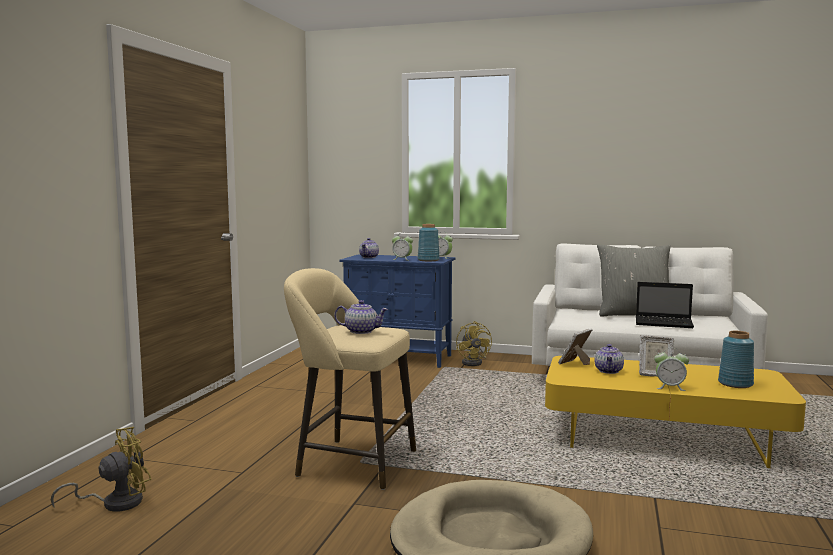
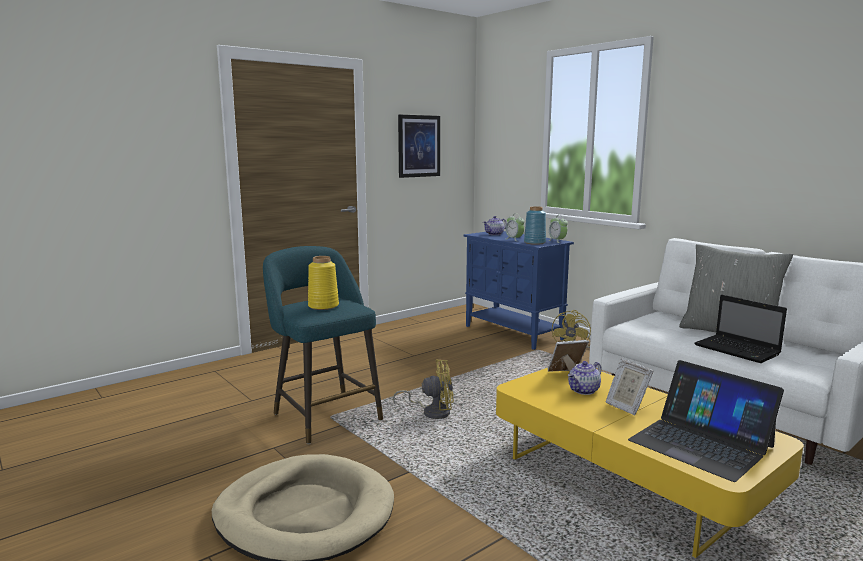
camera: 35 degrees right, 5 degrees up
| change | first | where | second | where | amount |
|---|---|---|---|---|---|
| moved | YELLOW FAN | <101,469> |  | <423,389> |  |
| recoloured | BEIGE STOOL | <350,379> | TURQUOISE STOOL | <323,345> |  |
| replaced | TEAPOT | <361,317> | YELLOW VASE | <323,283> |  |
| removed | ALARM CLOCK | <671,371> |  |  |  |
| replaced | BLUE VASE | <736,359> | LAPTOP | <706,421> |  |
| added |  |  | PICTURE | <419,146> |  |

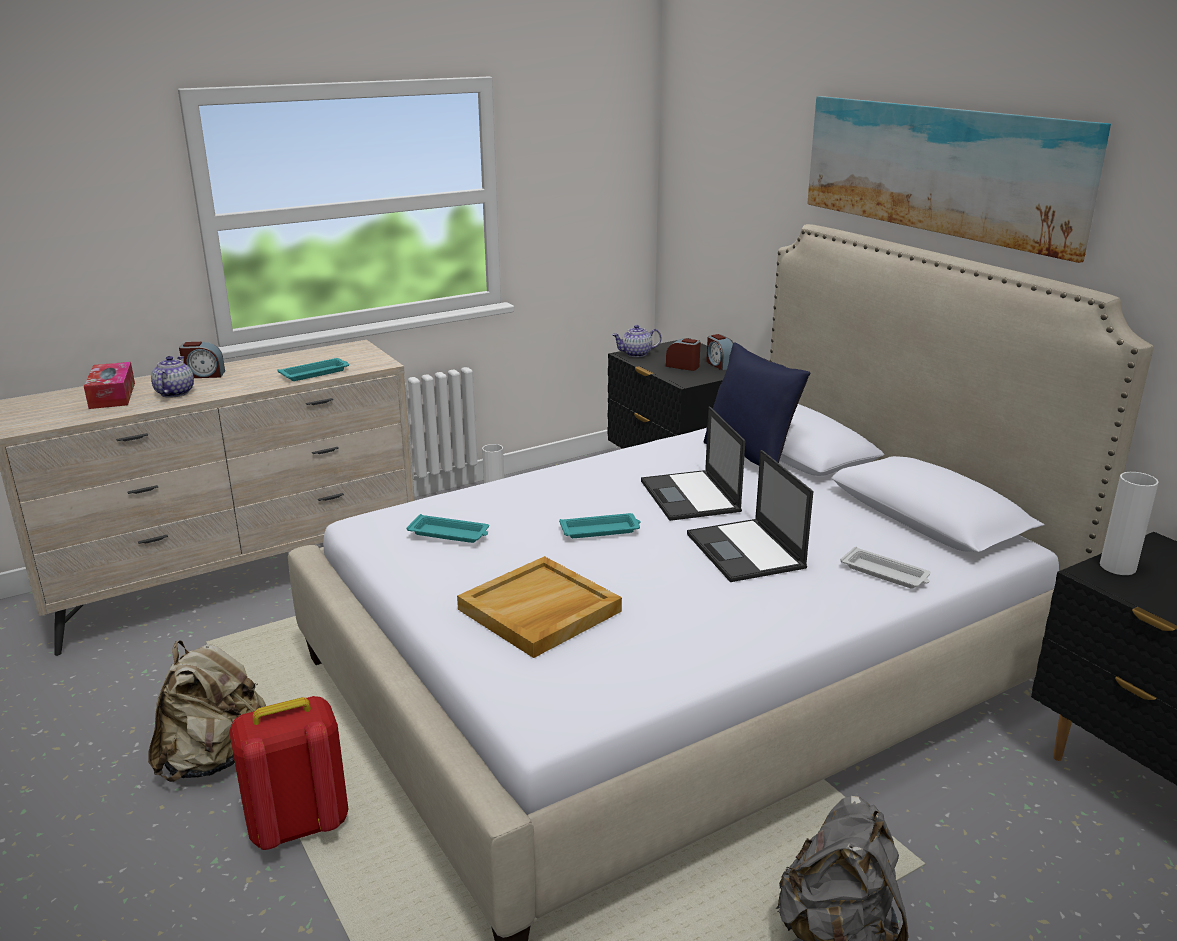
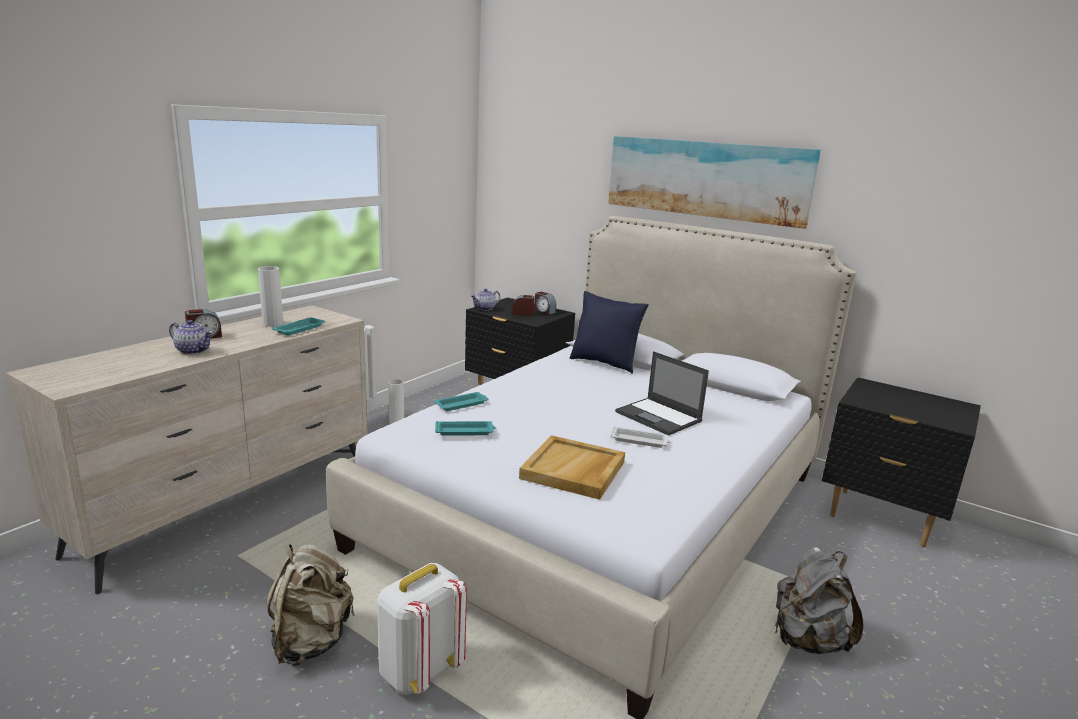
camera: 25 degrees left, 5 degrees down
| change | first | where | second | where | amount |
|---|---|---|---|---|---|
| removed | TISSUE BOX | <109,385> |  |  |  |
| turned | TEAPOT | <172,377> |  | <191,337> | 135 degrees clockwise |
| recoloured | RED BACKPACK | <288,773> | WHITE BACKPACK | <422,629> |  |
| moved | TURQUOISE TRAY | <600,525> |  | <461,401> |  |
| removed | LAPTOP | <693,463> |  |  |  |
| moved | WHITE TRAY | <885,567> |  | <640,437> |  |
| moved | WHITE VASE | <1129,523> |  | <270,296> |  |

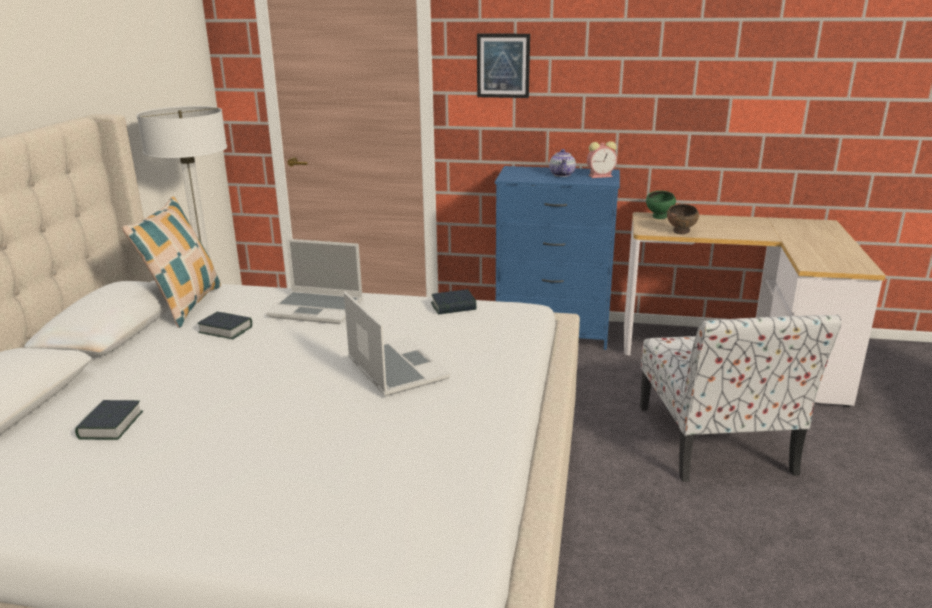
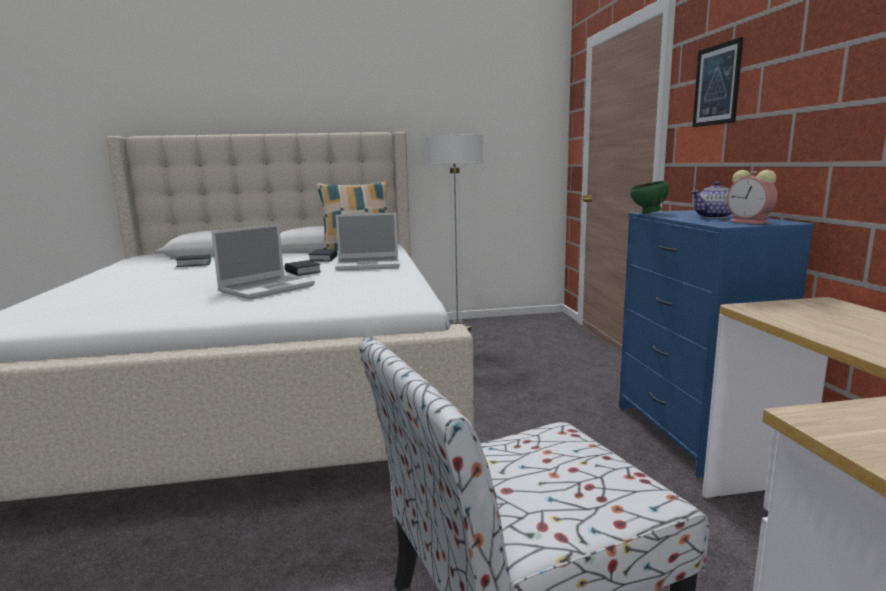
camera: 70 degrees right, 10 degrees down
| change | first | where | second | where | amount |
|---|---|---|---|---|---|
| turned | LAPTOP | <314,281> |  | <367,242> | 90 degrees counterclockwise |
| moved | BOOK | <454,302> |  | <303,268> |  |
| moved | GREEN BOWL | <661,205> |  | <649,197> |  |
| removed | BROWN BOWL | <683,219> |  |  |  |

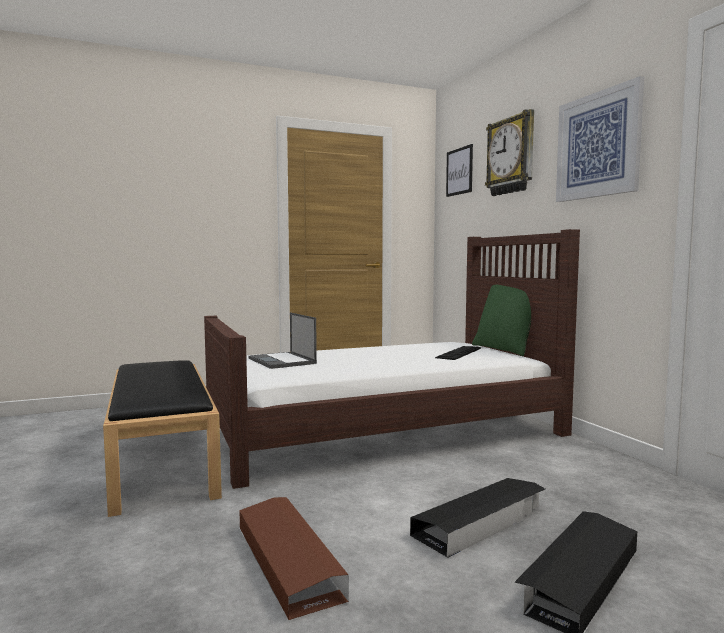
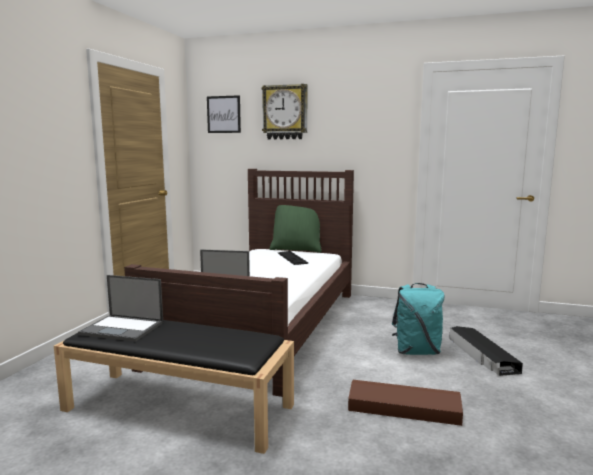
camera: 50 degrees left, 5 degrees up
| change | first | where | second | where | amount |
|---|---|---|---|---|---|
| replaced | BLACK STORAGE BOX | <477,518> | TURQUOISE BACKPACK | <418,319> |  |
| removed | PICTURE | <600,139> |  |  |  |
| added |  |  | LAPTOP | <120,308> |  |

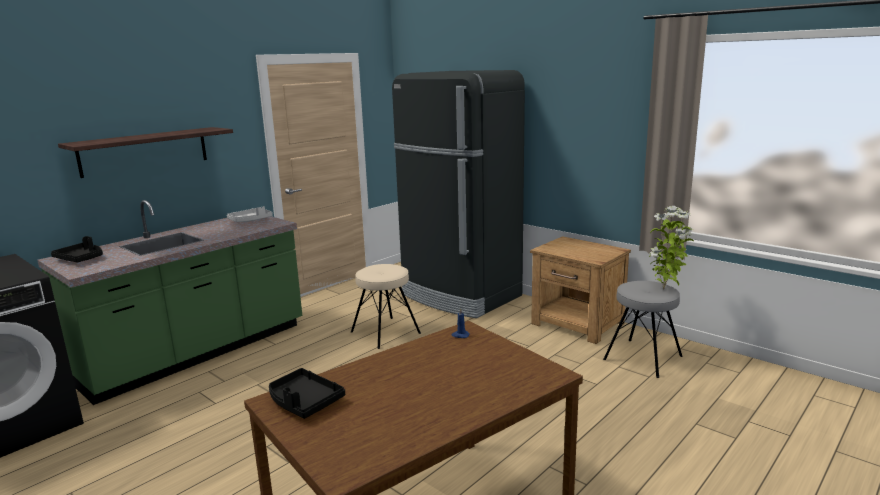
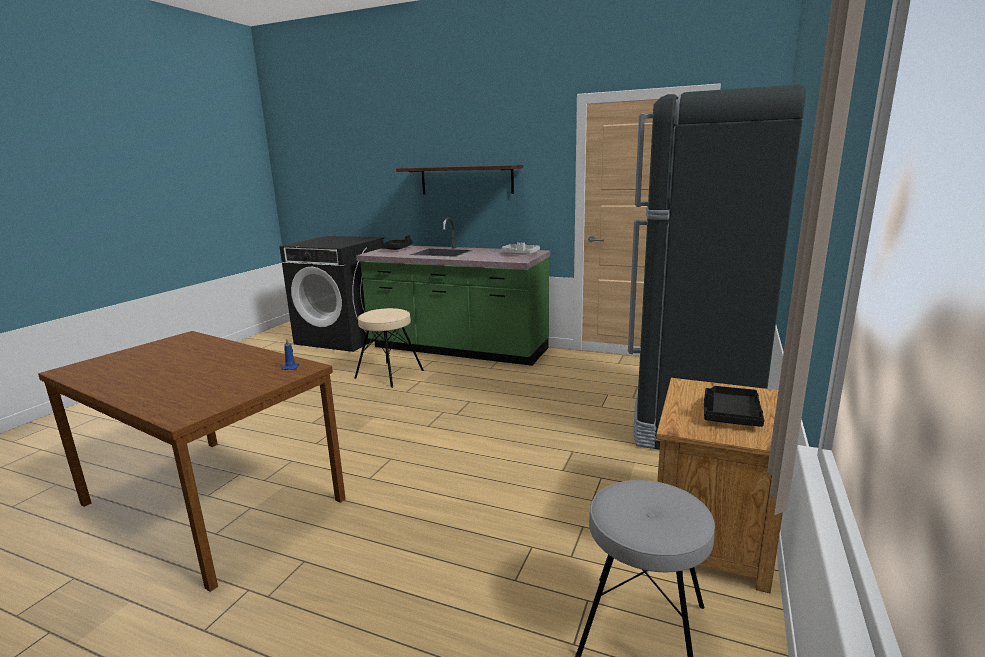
camera: 70 degrees right, 0 degrees up
| change | first | where | second | where | amount |
|---|---|---|---|---|---|
| moved | BLACK TRAY | <307,393> |  | <734,406> |  |
| moved | BEIGE STOOL | <386,306> |  | <389,348> |  |
| removed | POTTED PLANT | <671,248> |  |  |  |

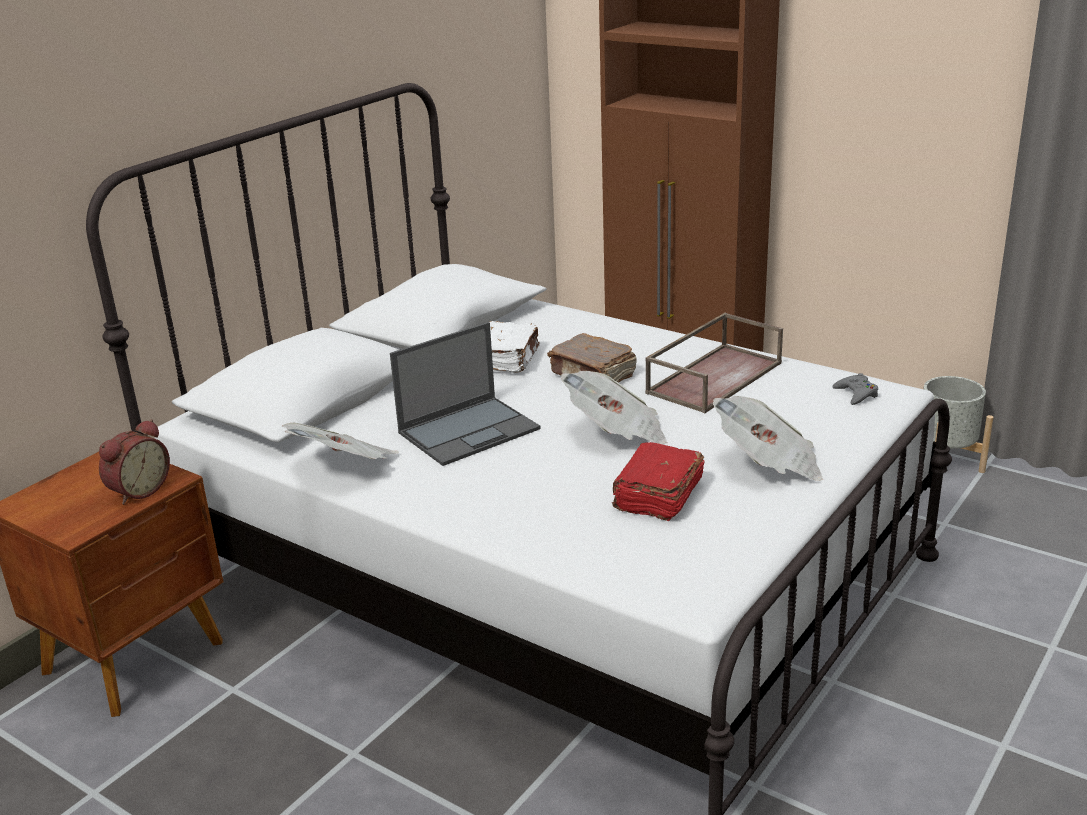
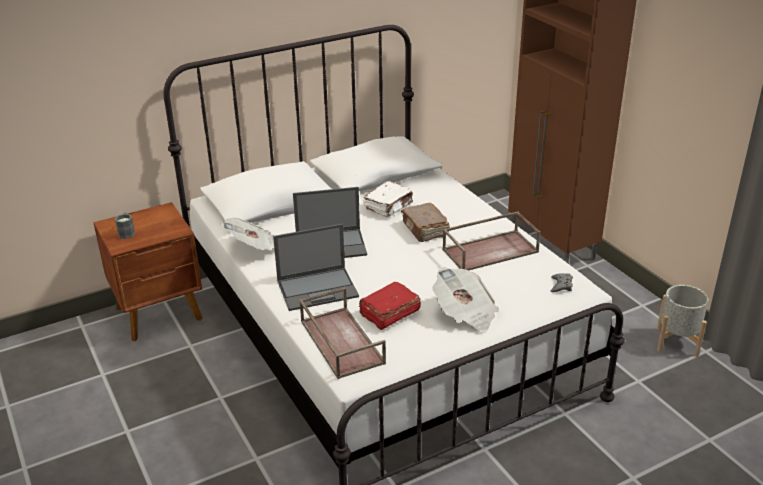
camera: 25 degrees right, 5 degrees up
| change | first | where | second | where | amount |
|---|---|---|---|---|---|
| removed | ALARM CLOCK | <134,462> |  |  |  |
| removed | NEWSPAPER | <614,407> |  |  |  |
| added |  |  | GREY MUG | <125,225> |  |
| added |  |  | LAPTOP | <316,267> |  |
| added |  |  | BROWN TRAY | <342,333> |  |

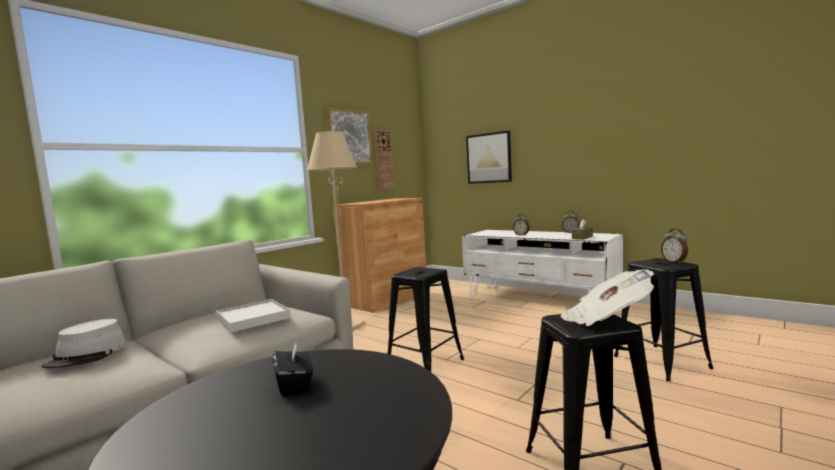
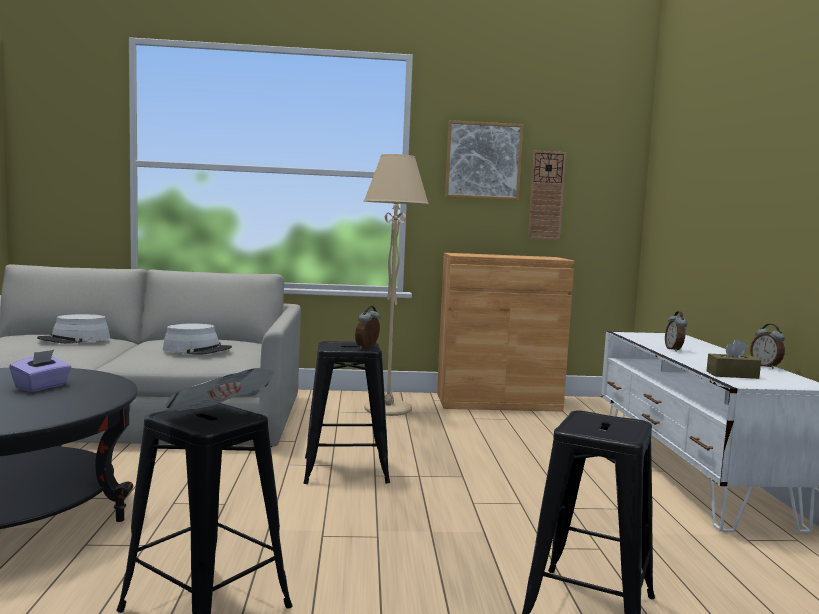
camera: 45 degrees right, 0 degrees up
| change | first | where | second | where | amount |
|---|---|---|---|---|---|
| replaced | WHITE TRAY | <253,315> | GREY HAT | <197,339> |  |
| recoloured | BLACK TISSUE BOX | <292,369> | PURPLE TISSUE BOX | <40,371> |  |
| removed | PICTURE | <489,157> |  |  |  |
| moved | ALARM CLOCK | <674,246> |  | <367,327> |  |

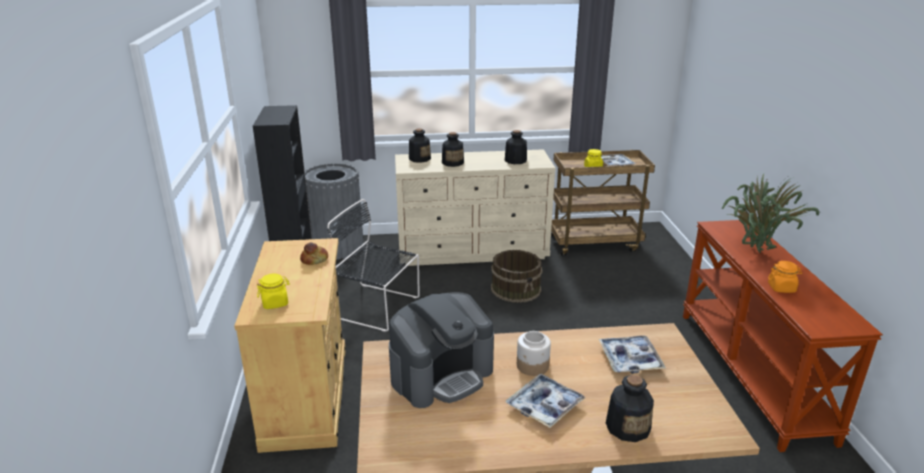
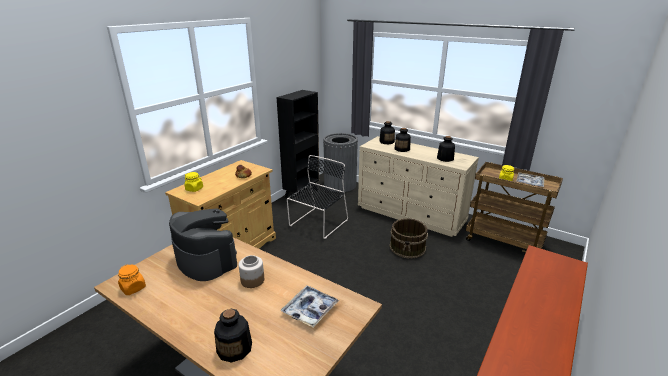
camera: 40 degrees right, 0 degrees up
| change | first | where | second | where | amount |
|---|---|---|---|---|---|
| turned | BLACK CHAIR | <373,265> |  | <317,197> | 60 degrees clockwise |
| turned | COFFEE MACHINE | <441,350> |  | <203,244> | 135 degrees counterclockwise |
| removed | TRAY | <546,400> |  |  |  |
| removed | POTTED PLANT | <770,213> |  |  |  |
| moved | ORANGE JAR | <785,277> |  | <132,279> |  |

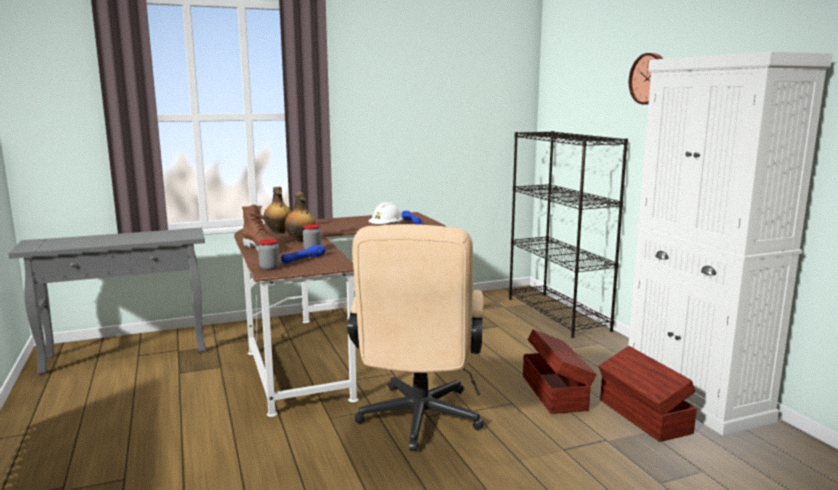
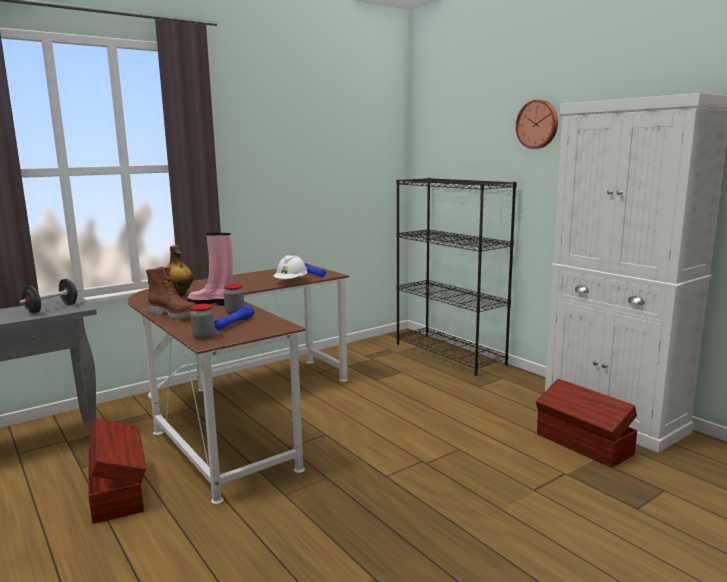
camera: 15 degrees left, 0 degrees up
| change | first | where | second | where | amount |
|---|---|---|---|---|---|
| replaced | BOTTLE | <300,218> | PINK BOOT | <210,269> |  |
| removed | BEIGE OFFICE CHAIR | <415,338> |  |  |  |
| moved | BROWN STORAGE BOX | <560,371> |  | <117,471> |  |
| added |  |  | BLACK DUMBBELL | <49,296> |  |

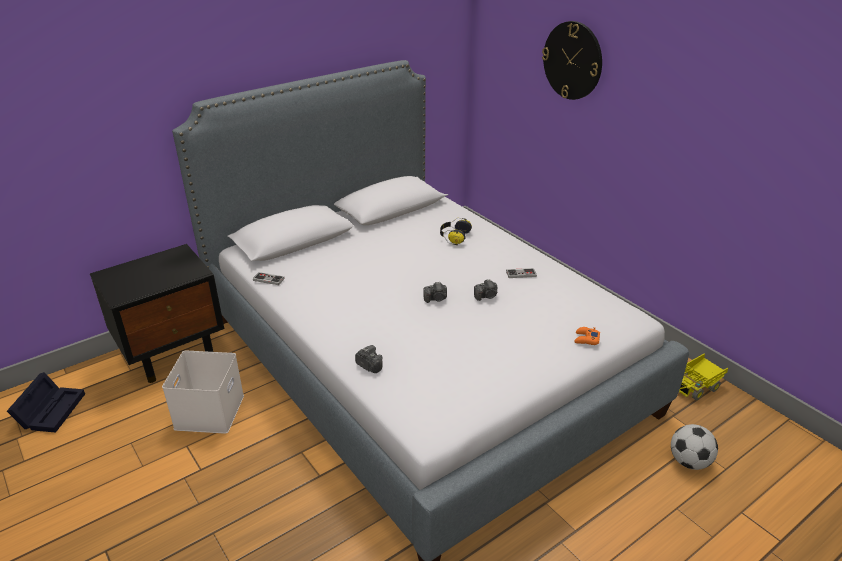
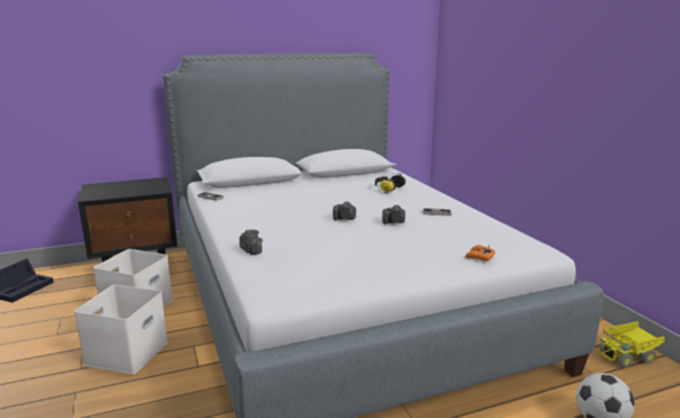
camera: 15 degrees right, 15 degrees down
| change | first | where | second | where | amount |
|---|---|---|---|---|---|
| removed | WALL CLOCK | <572,60> |  |  |  |
| added |  |  | WHITE STORAGE BOX | <121,329> |  |

